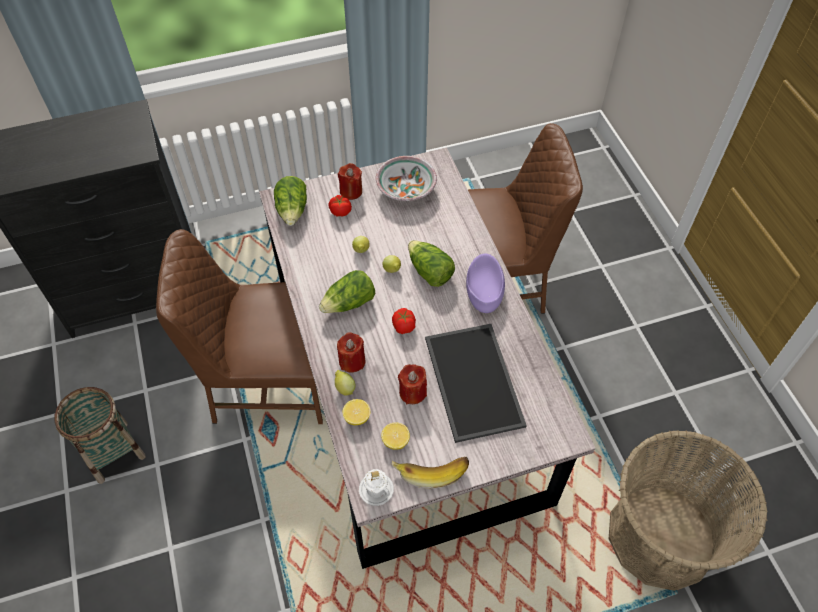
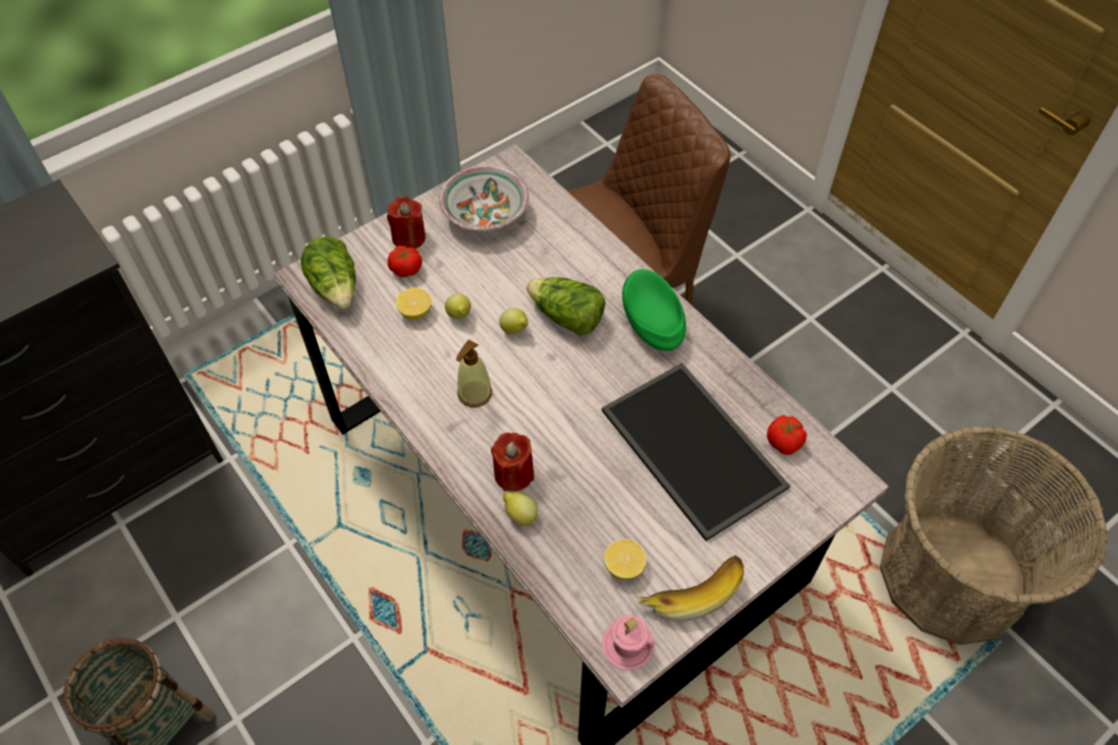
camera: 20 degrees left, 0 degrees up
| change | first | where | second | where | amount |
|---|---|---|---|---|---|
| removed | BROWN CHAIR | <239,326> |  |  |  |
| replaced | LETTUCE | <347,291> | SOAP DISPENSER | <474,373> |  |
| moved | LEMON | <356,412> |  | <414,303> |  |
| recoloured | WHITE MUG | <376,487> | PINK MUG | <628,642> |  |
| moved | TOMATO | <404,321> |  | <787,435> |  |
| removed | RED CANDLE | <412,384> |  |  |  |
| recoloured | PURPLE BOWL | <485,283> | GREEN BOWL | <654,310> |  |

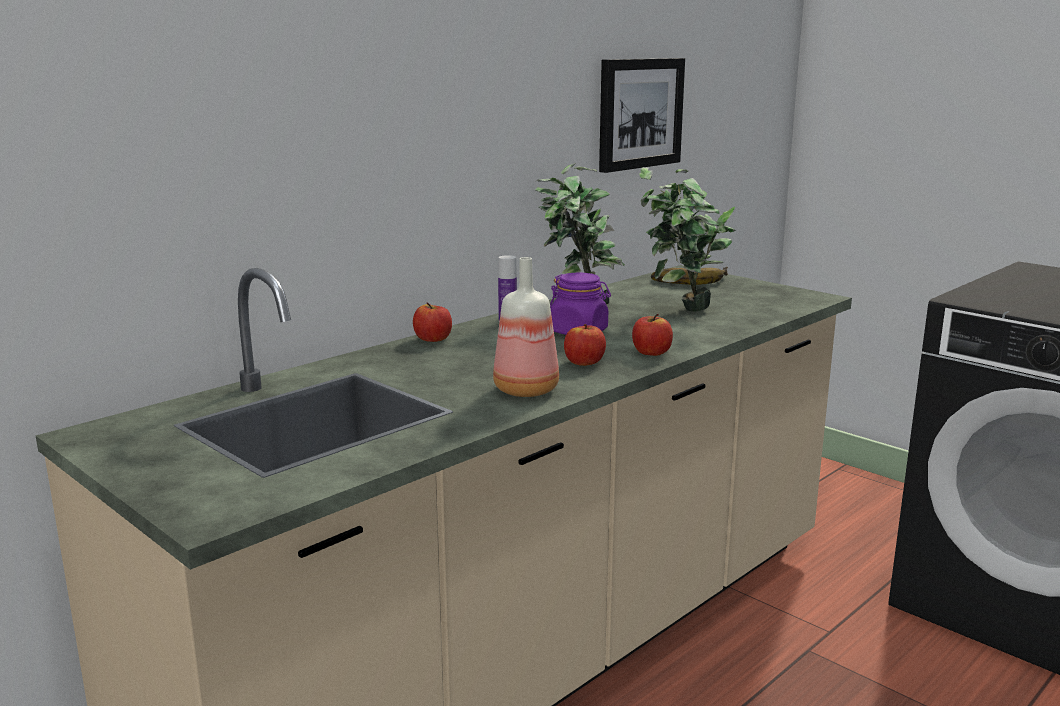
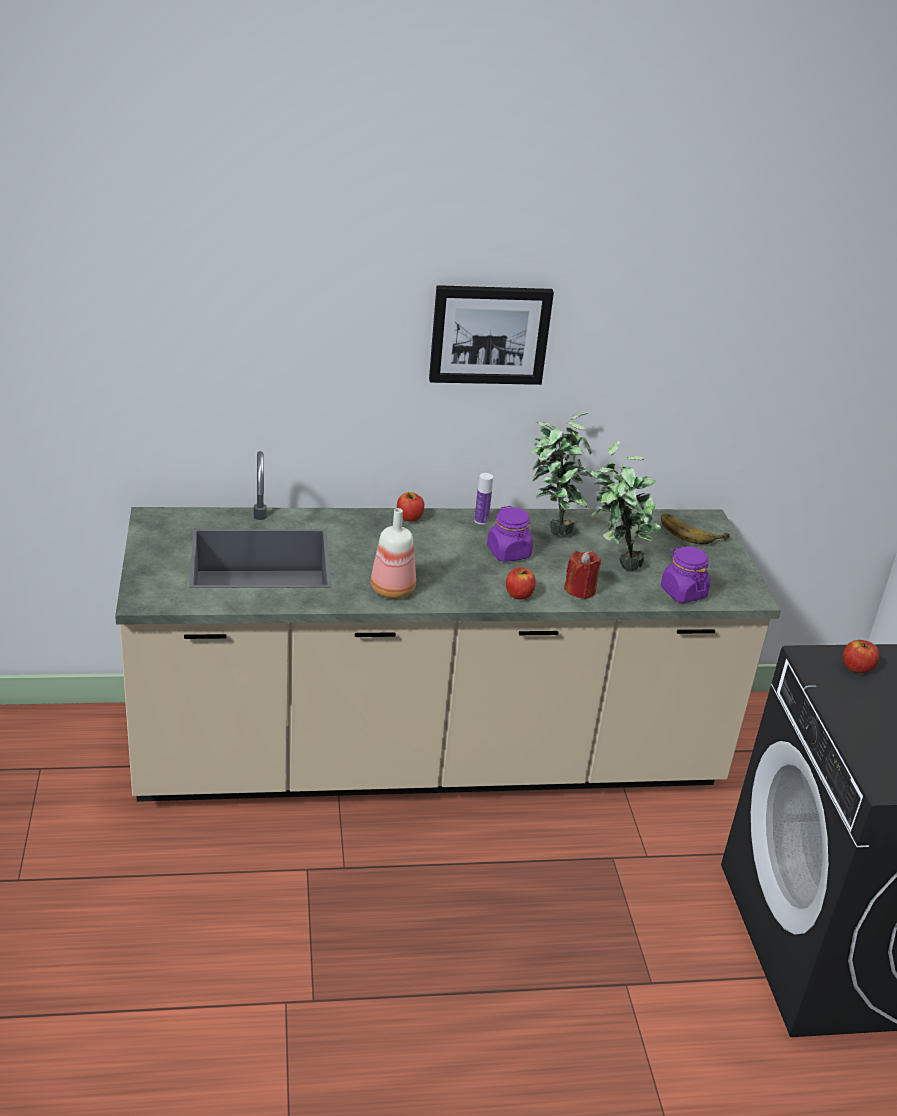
camera: 35 degrees right, 15 degrees up
| change | first | where | second | where | amount |
|---|---|---|---|---|---|
| moved | APPLE | <585,345> |  | <861,656> |  |
| moved | PICTURE | <642,115> |  | <491,335> |  |
| added |  |  | RED CANDLE | <582,575> |  |
| added |  |  | PURPLE JAR | <685,574> |  |

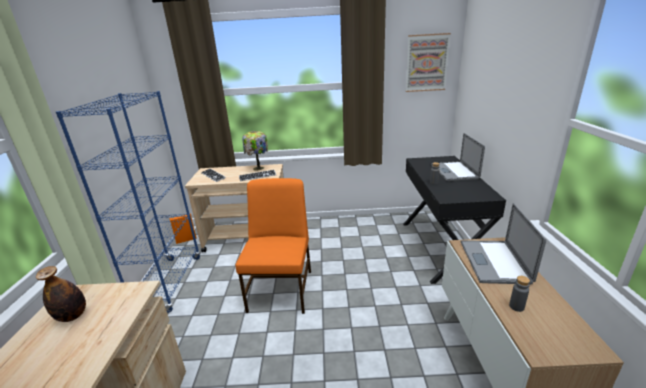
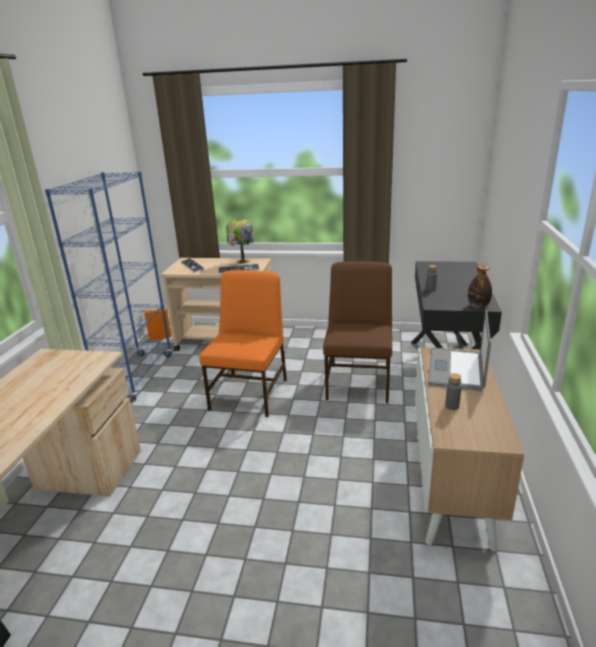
camera: 10 degrees right, 0 degrees up
| change | first | where | second | where | amount |
|---|---|---|---|---|---|
| moved | BOTTLE | <61,294> |  | <480,286> |  |
| removed | PICTURE | <428,62> |  |  |  |
| removed | LAPTOP | <458,157> |  |  |  |
| added |  |  | BROWN CHAIR | <357,332> |  |

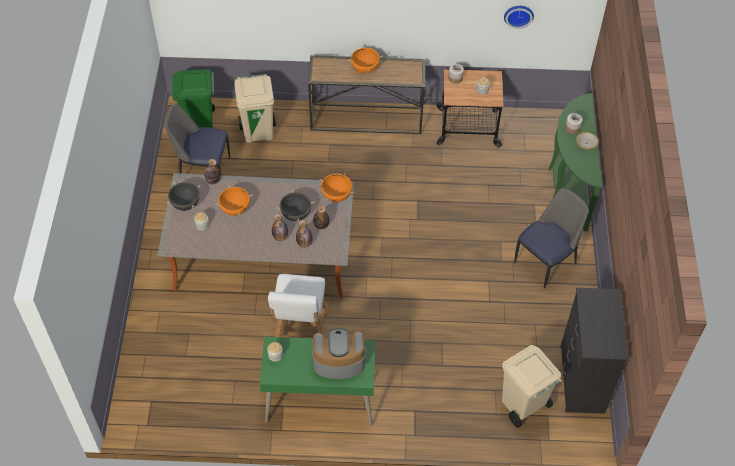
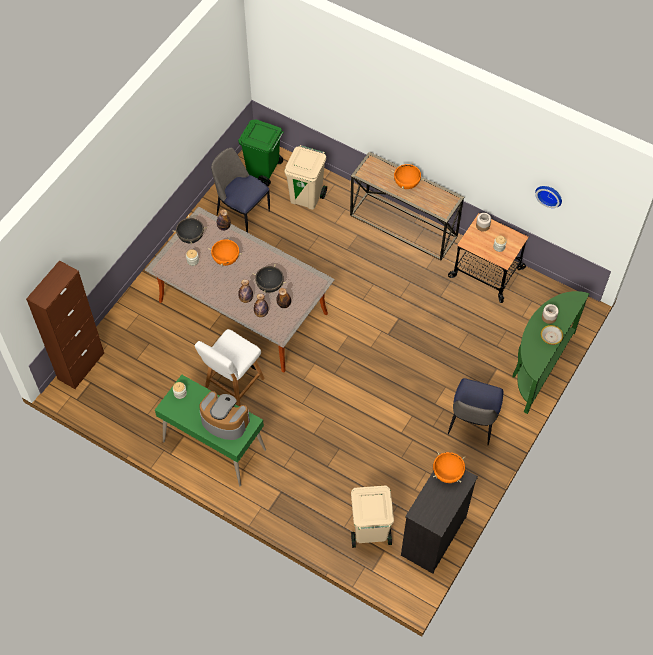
camera: 30 degrees right, 5 degrees up
| change | first | where | second | where | amount |
|---|---|---|---|---|---|
| moved | ORANGE COOKING POT | <336,187> |  | <449,467> |  |
| turned | CHAIR | <551,238> |  | <476,411> | 120 degrees clockwise |
| added |  |  | BROWN CABINET | <65,324> |  |

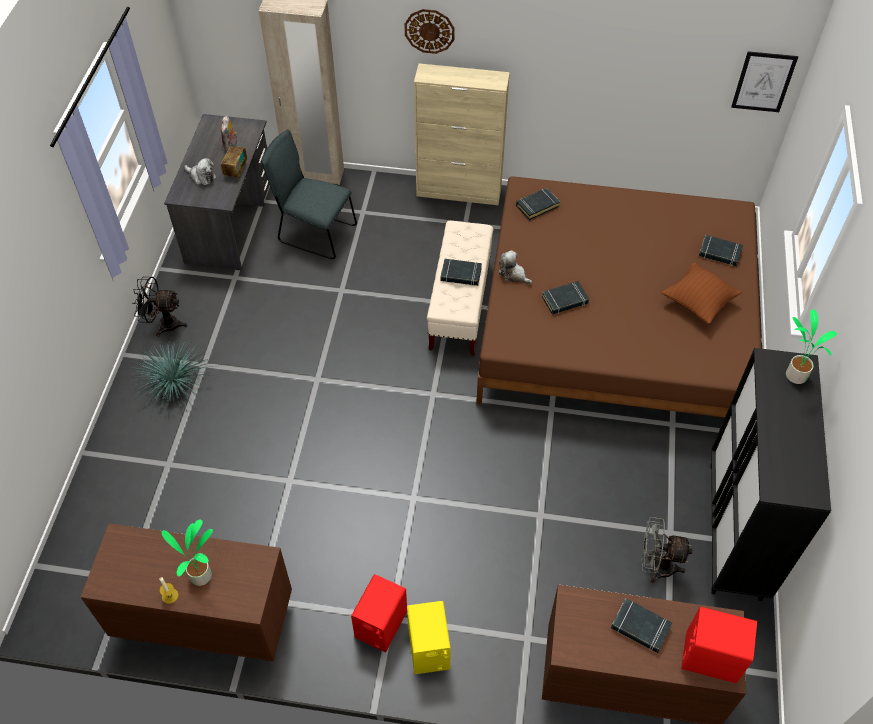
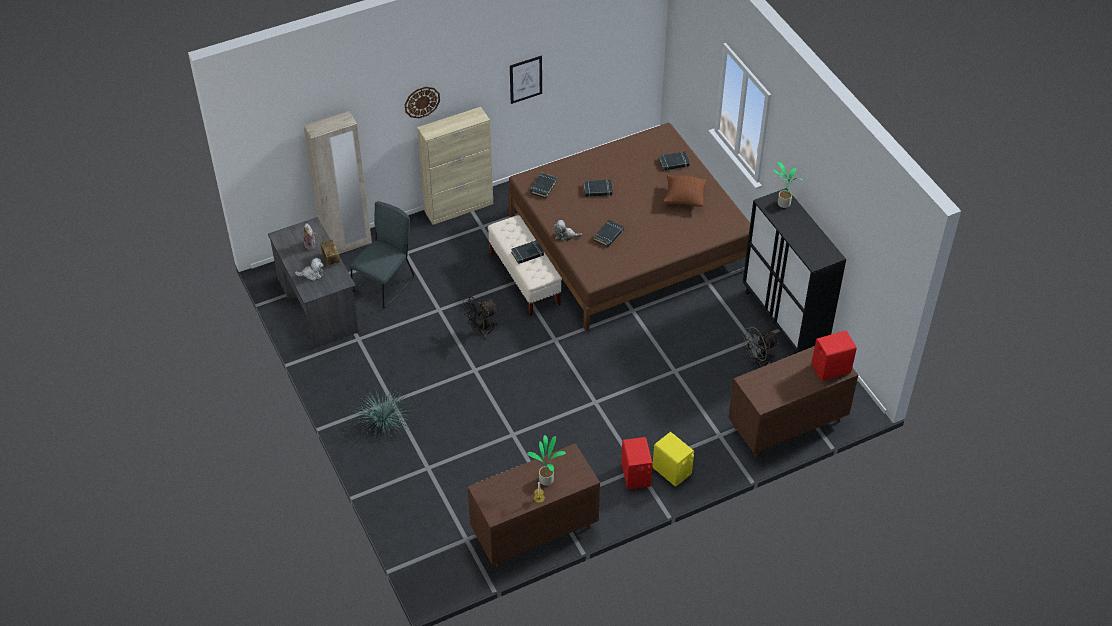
camera: 35 degrees left, 5 degrees down
| change | first | where | second | where | amount |
|---|---|---|---|---|---|
| moved | BLACK FAN | <160,307> |  | <480,318> |  |
| turned | GREY CHAIR | <309,194> |  | <381,254> | 135 degrees clockwise |
| moved | BLACK BOOK | <641,625> |  | <598,188> |  |
| moved | PICTURE | <764,81> |  | <526,79> |  |

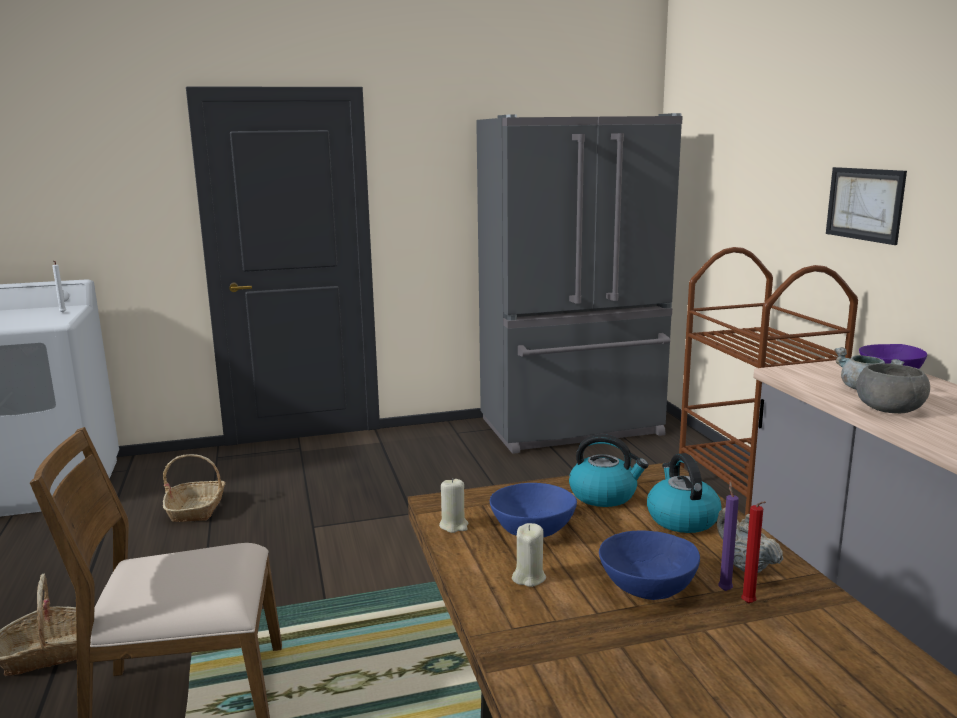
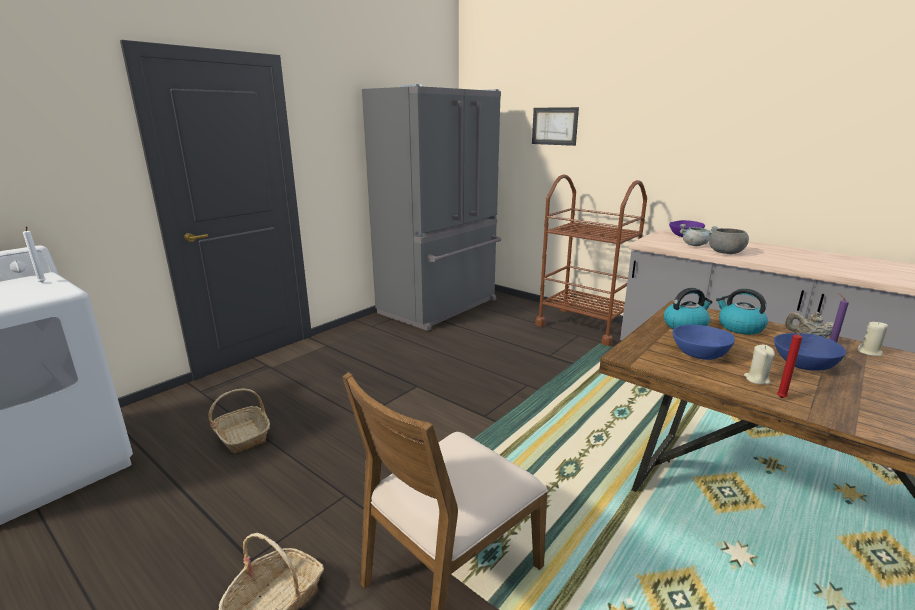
camera: 35 degrees left, 5 degrees up
| change | first | where | second | where | amount |
|---|---|---|---|---|---|
| moved | BEIGE CANDLE | <453,505> |  | <873,338> |  |
| moved | RED CANDLE | <753,552> |  | <792,364> |  |
| moved | PICTURE | <866,206> |  | <555,126> |  |

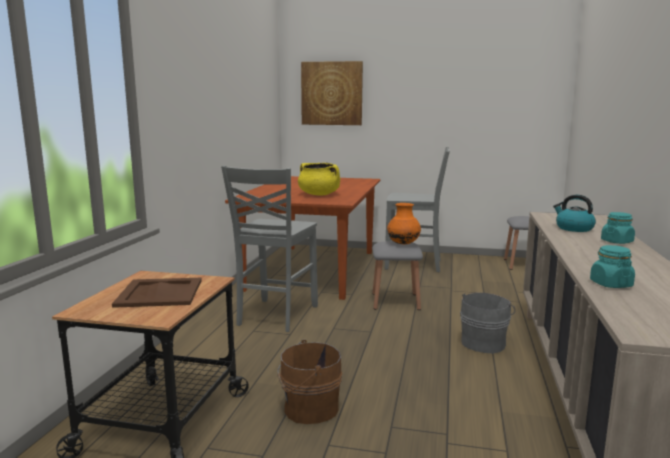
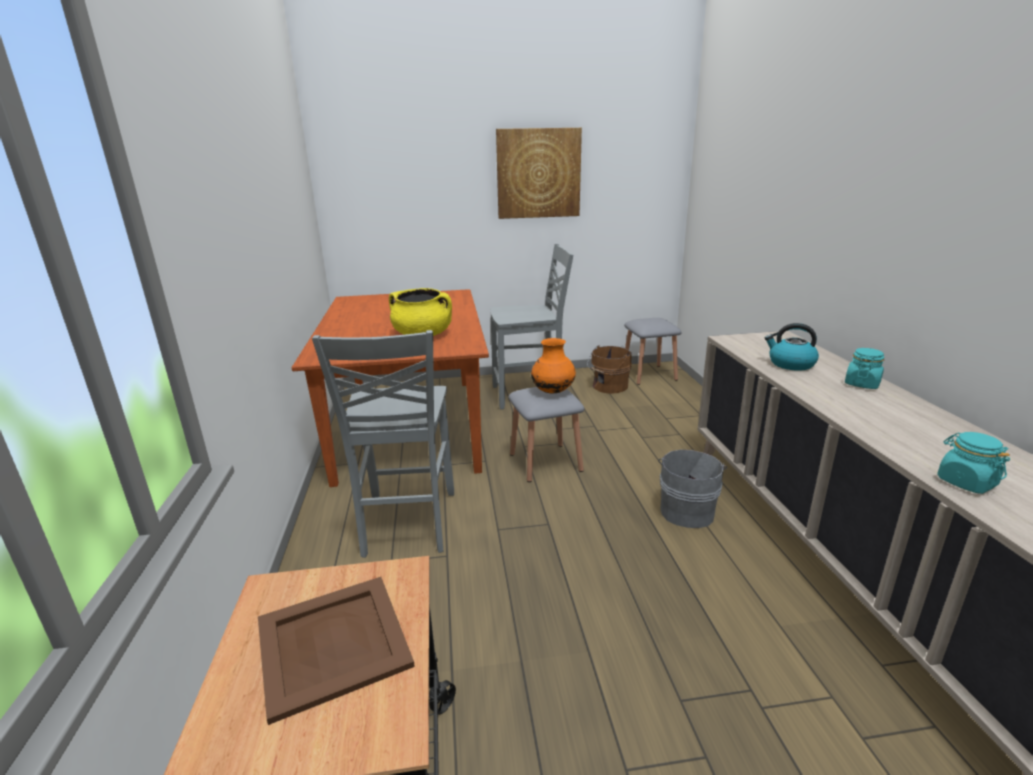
camera: 20 degrees left, 10 degrees up
| change | first | where | second | where | amount |
|---|---|---|---|---|---|
| moved | BROWN BUCKET | <310,382> |  | <609,369> |  |
| moved | PICTURE | <332,93> |  | <539,173> |  |

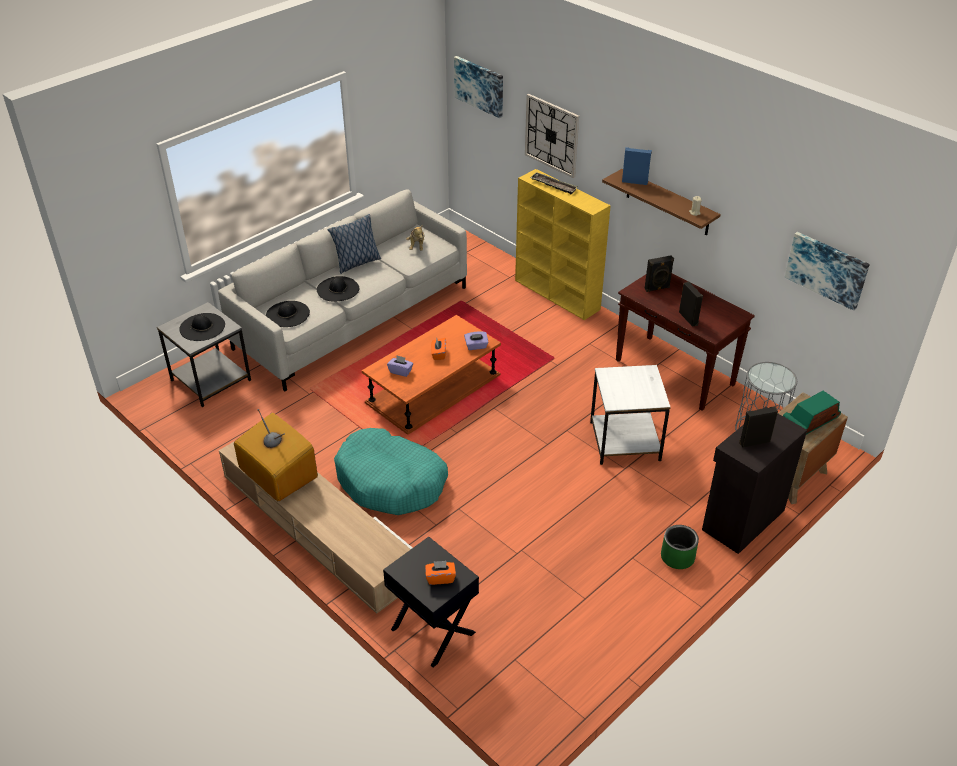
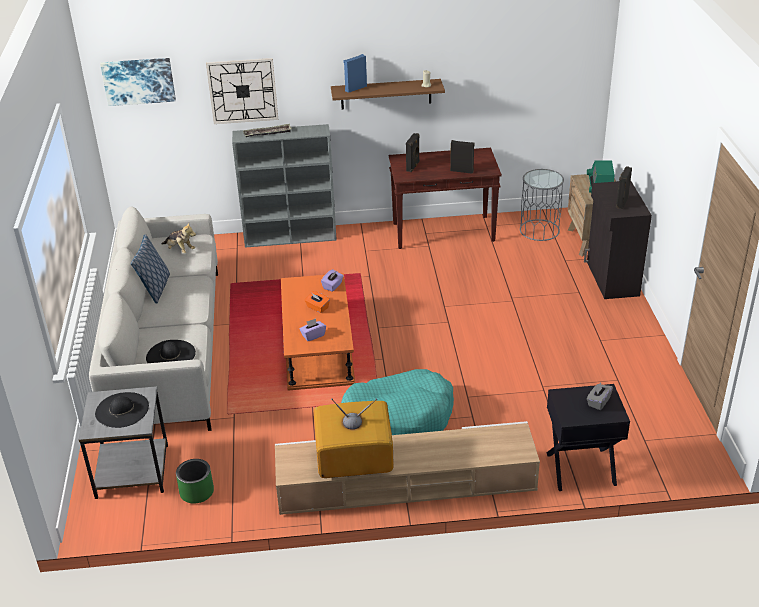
camera: 50 degrees left, 5 degrees down
| change | first | where | second | where | amount |
|---|---|---|---|---|---|
| removed | BLACK HAT | <338,288> |  |  |  |
| recoloured | ORANGE TISSUE BOX | <440,573> | GREY TISSUE BOX | <600,396> |  |
| recoloured | YELLOW BOOKCASE | <563,244> | GREY BOOKCASE | <284,186> |  |
| removed | WHITE SIDE TABLE | <630,415> |  |  |  |
| moved | GREEN PLANTER | <680,547> |  | <195,481> |  |
| removed | PICTURE | <827,271> |  |  |  |

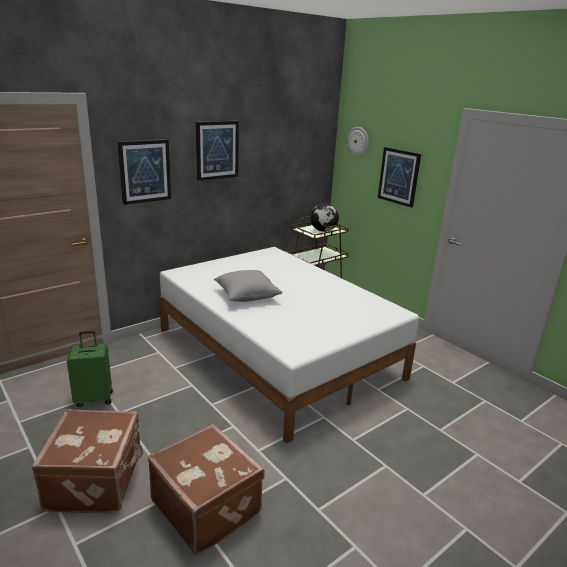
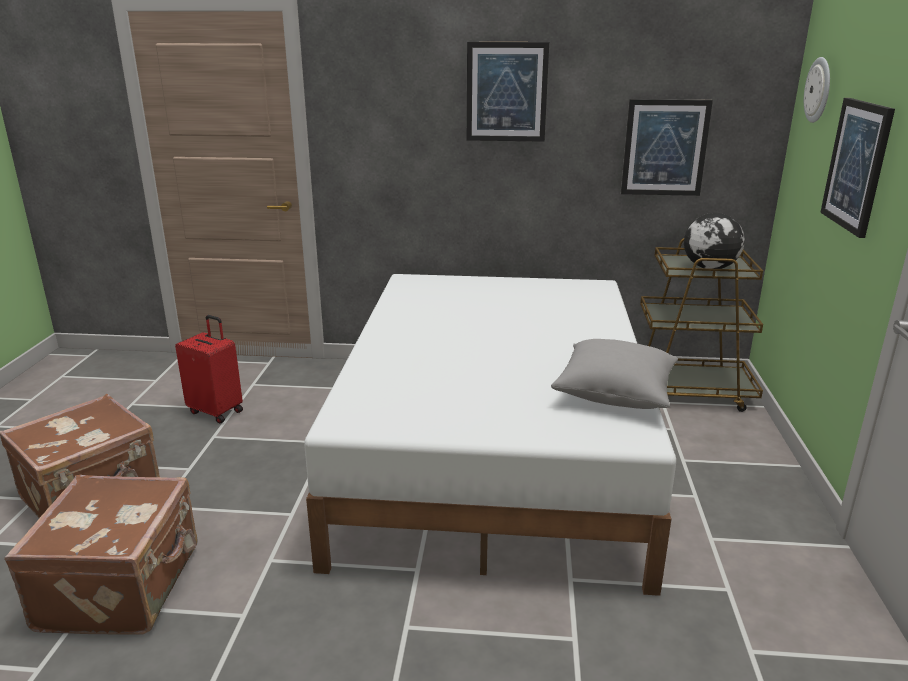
camera: 45 degrees right, 0 degrees up
| change | first | where | second | where | amount |
|---|---|---|---|---|---|
| recoloured | GREEN SUITCASE | <90,369> | RED SUITCASE | <209,369> |  |
| moved | PICTURE | <144,172> |  | <667,147> |  |
| moved | GREY PILLOW | <248,286> |  | <614,374> |  |

